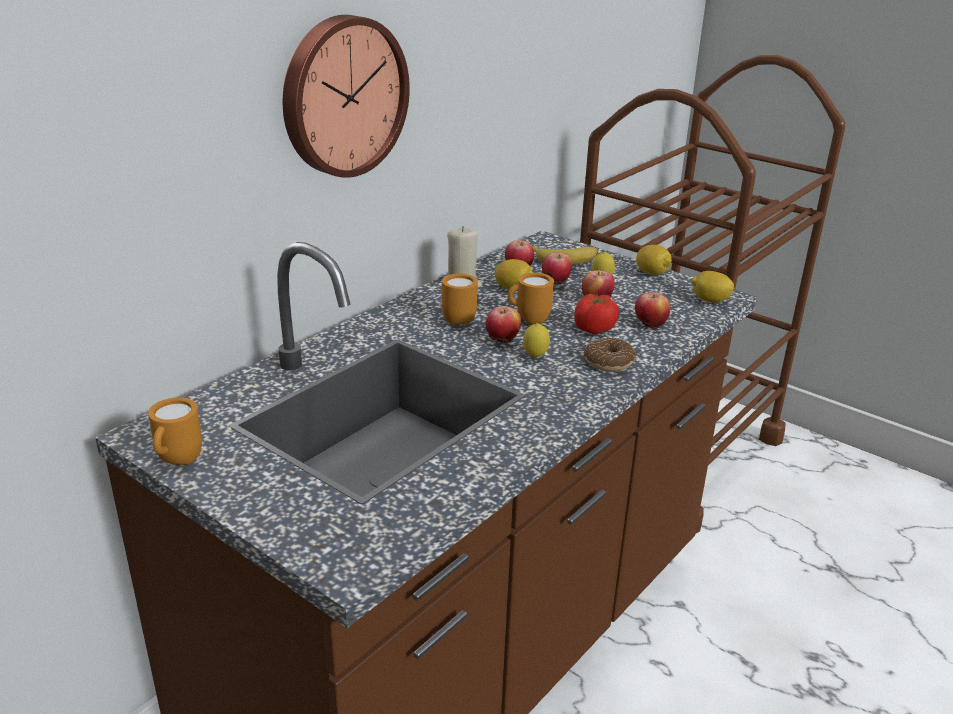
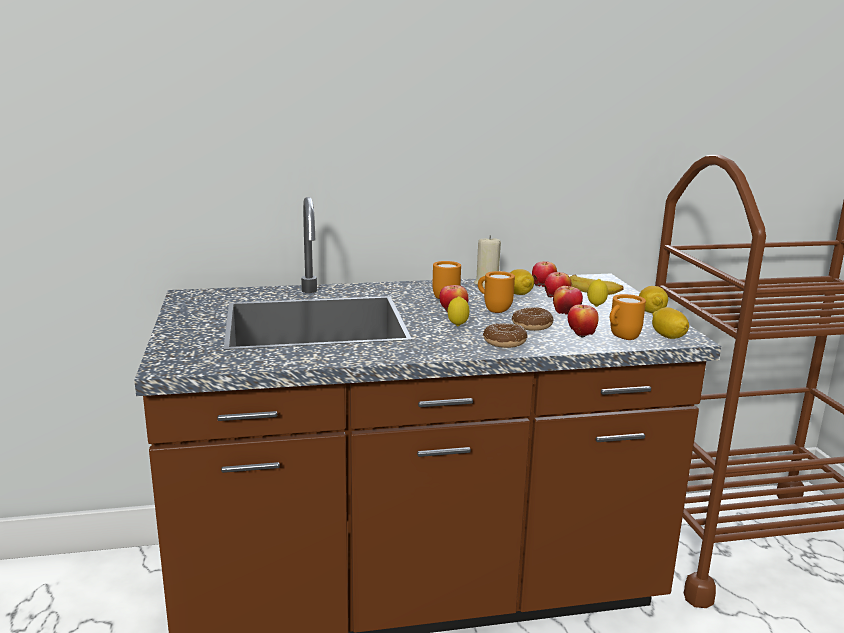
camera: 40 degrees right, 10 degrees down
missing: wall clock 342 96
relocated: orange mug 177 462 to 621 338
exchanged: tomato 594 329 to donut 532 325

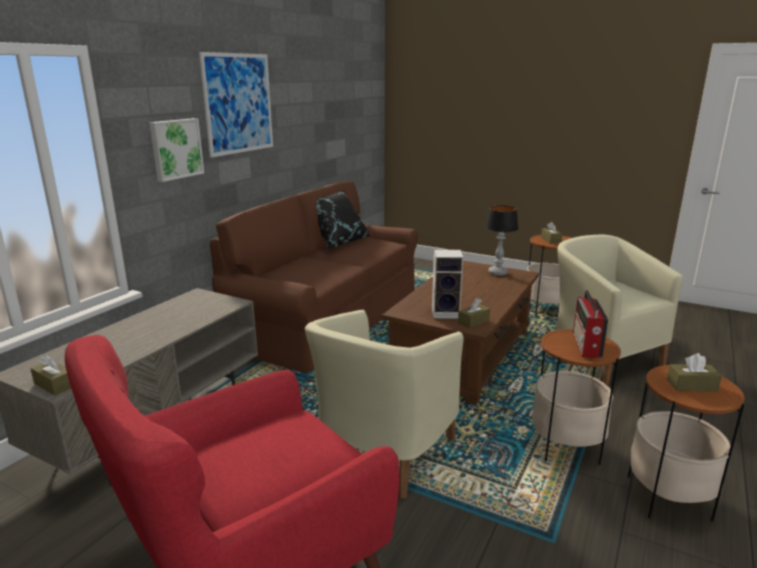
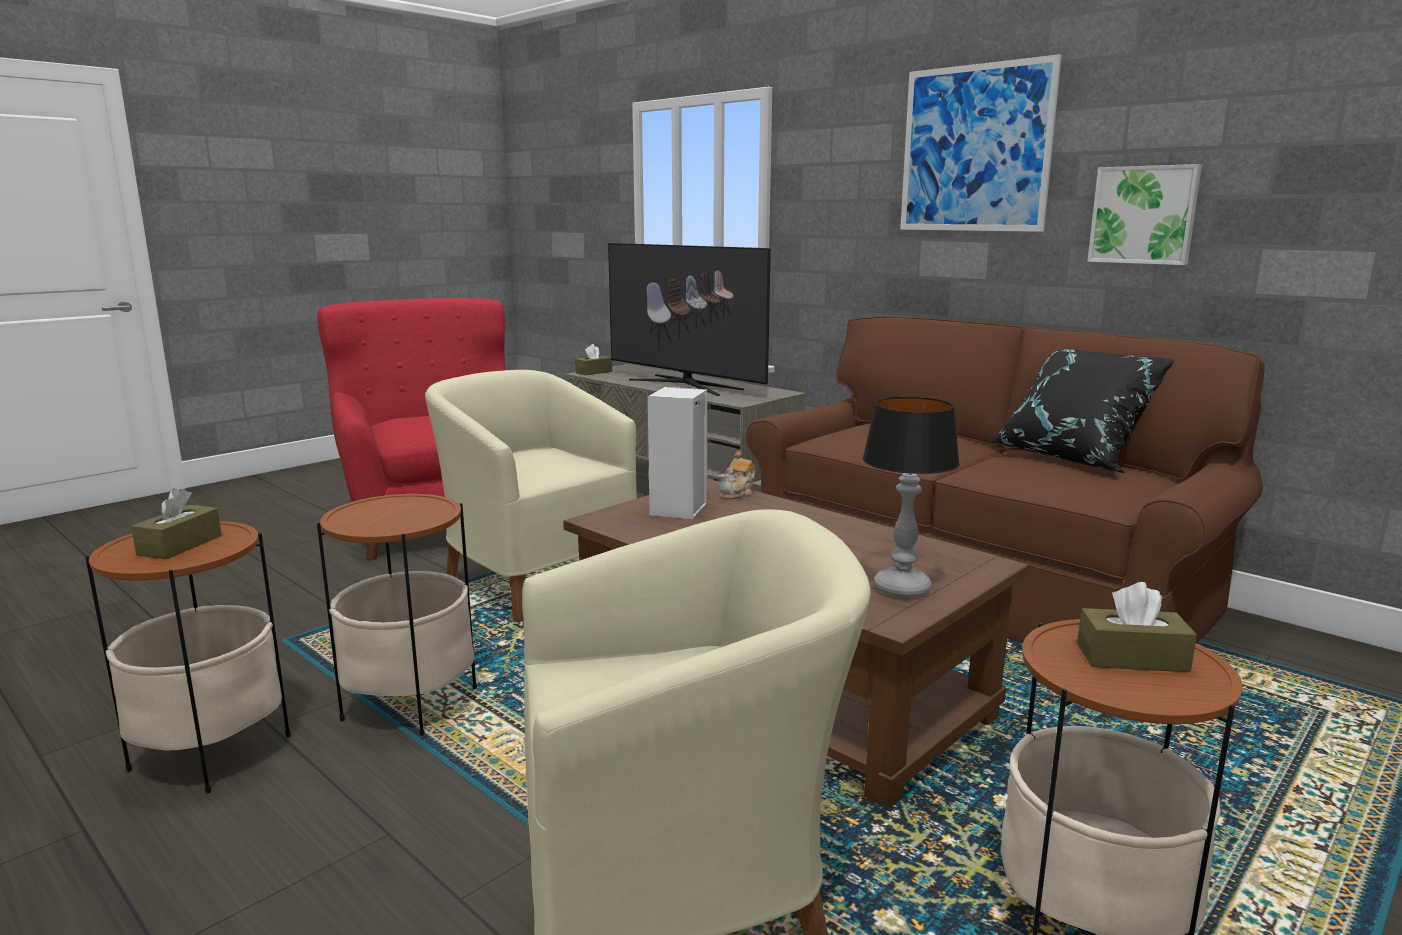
camera: 105 degrees right, 5 degrees down
missing: brown tissue box 473 321; radio 586 346
appeared: television 685 384; teapot 737 494
relocated: picture 176 149 to 1144 215

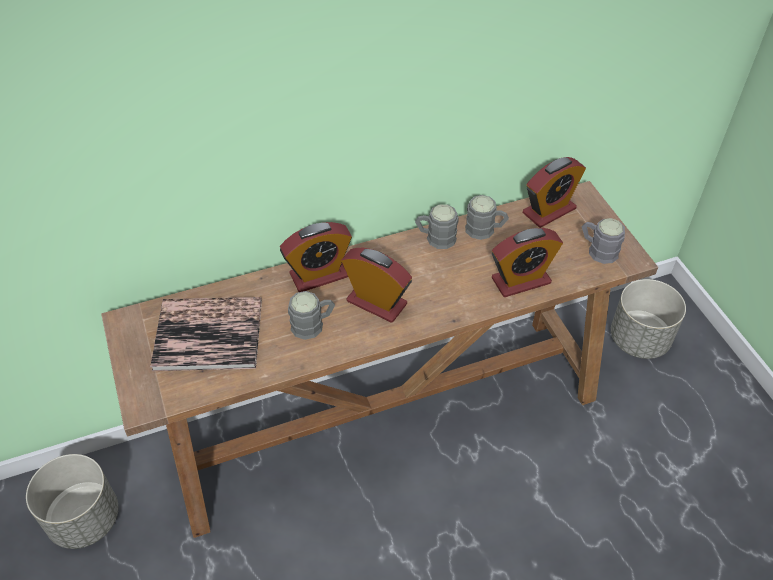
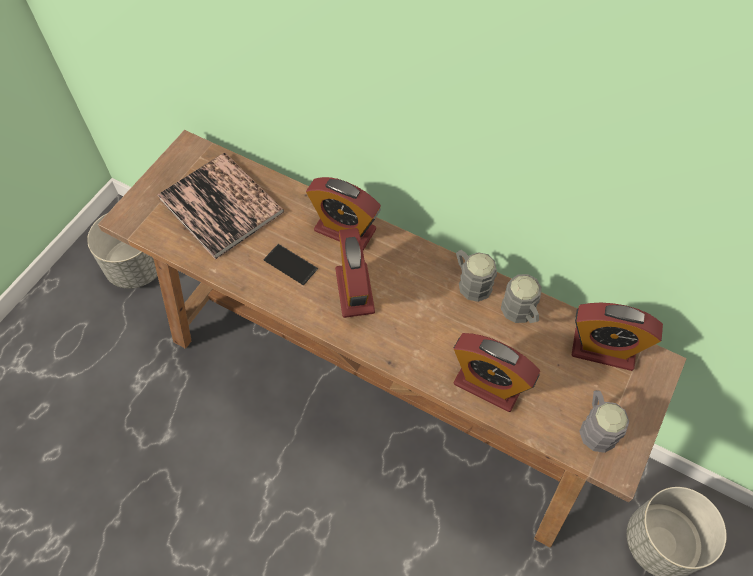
camera: 50 degrees right, 10 degrees up
exchanged: grey mug 313 325 to phone 290 264

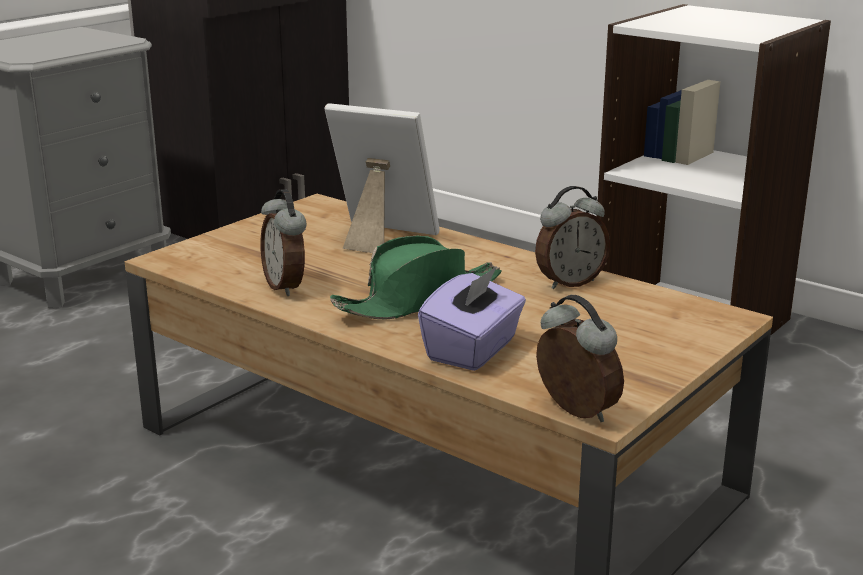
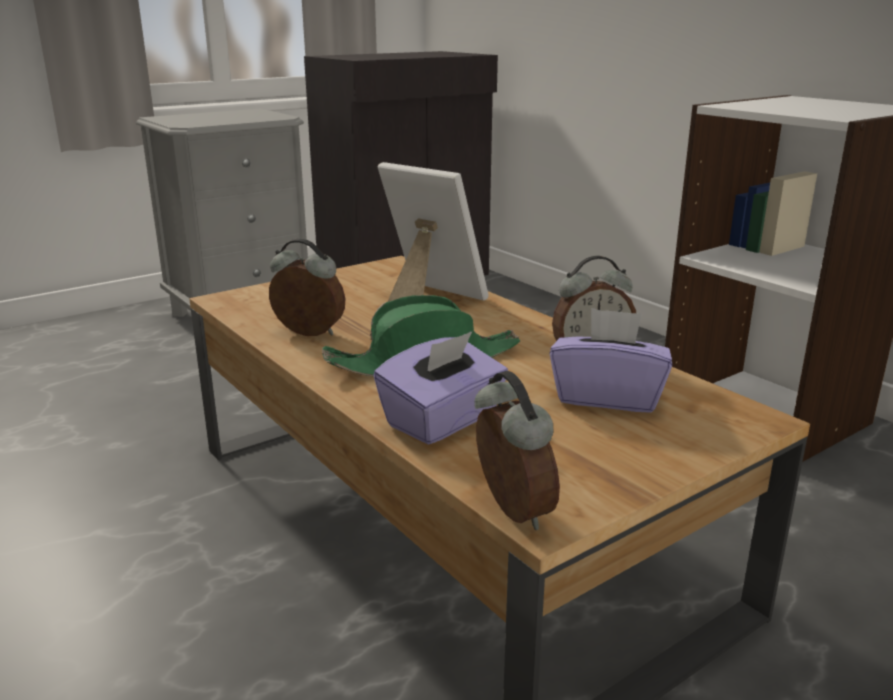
camera: 15 degrees right, 0 degrees up
appeared: purple tissue box 607 397
spun: alarm clock 286 286 = 308 334 120 degrees clockwise

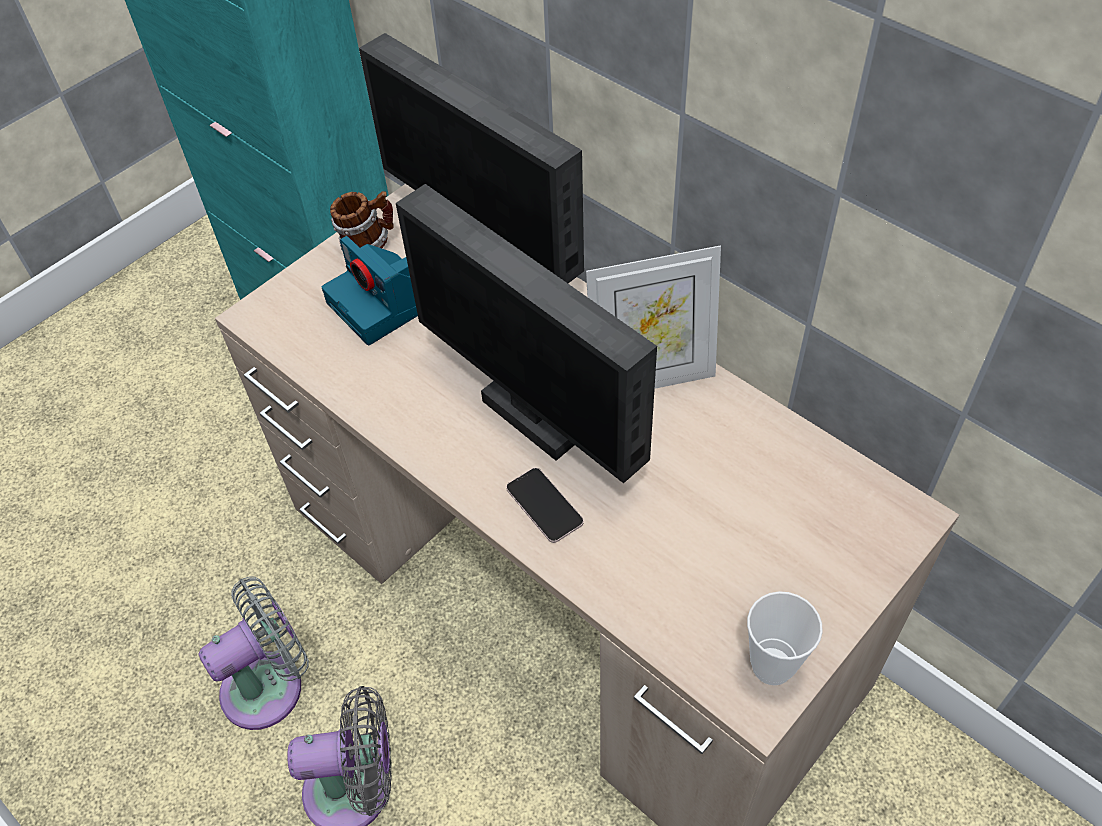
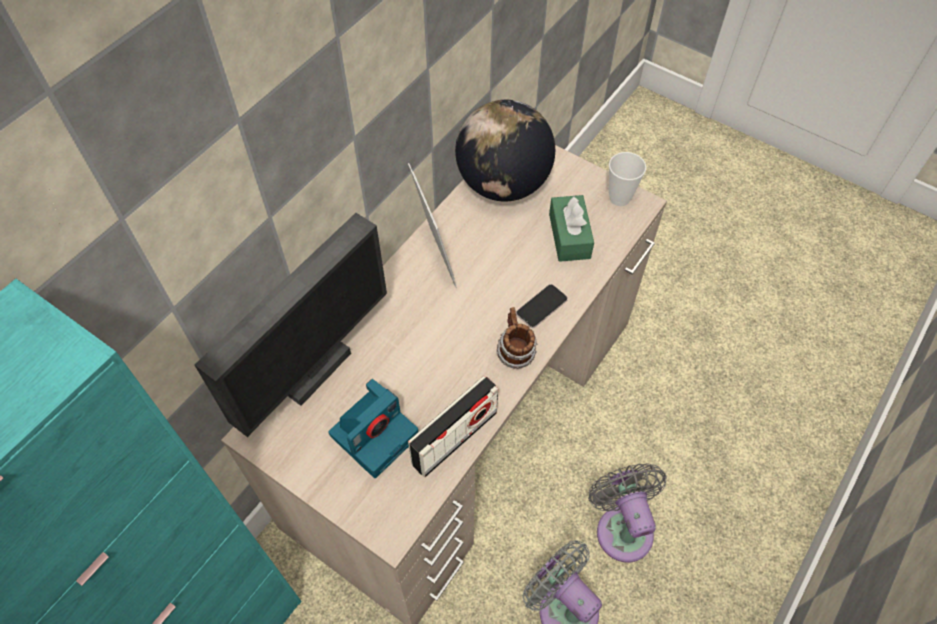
camera: 100 degrees left, 5 degrees up
missing: monitor 534 417
appeared: radio 454 438; globe 503 184; green tissue box 569 236
relocated: mug 368 244 to 514 352

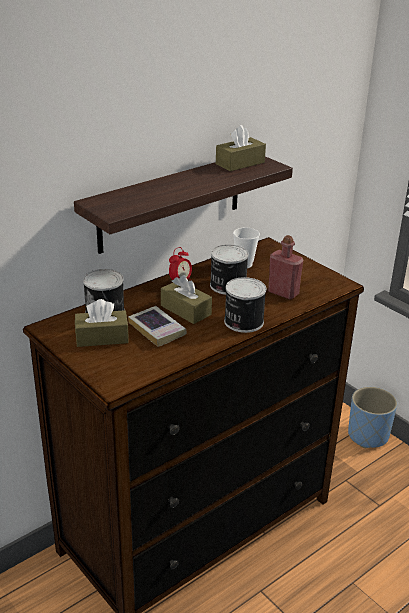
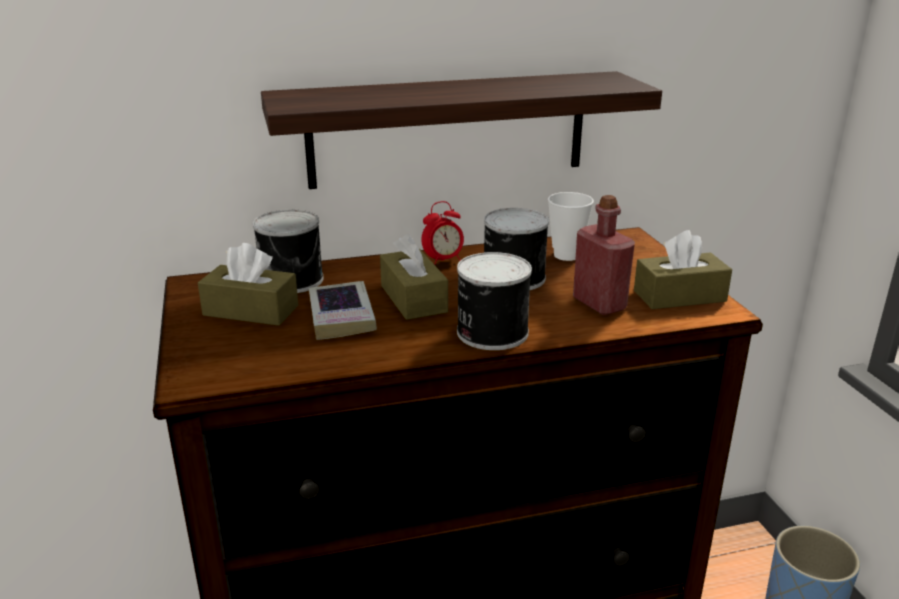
camera: 25 degrees right, 5 degrees down
relocated: brown tissue box 240 163 to 679 296

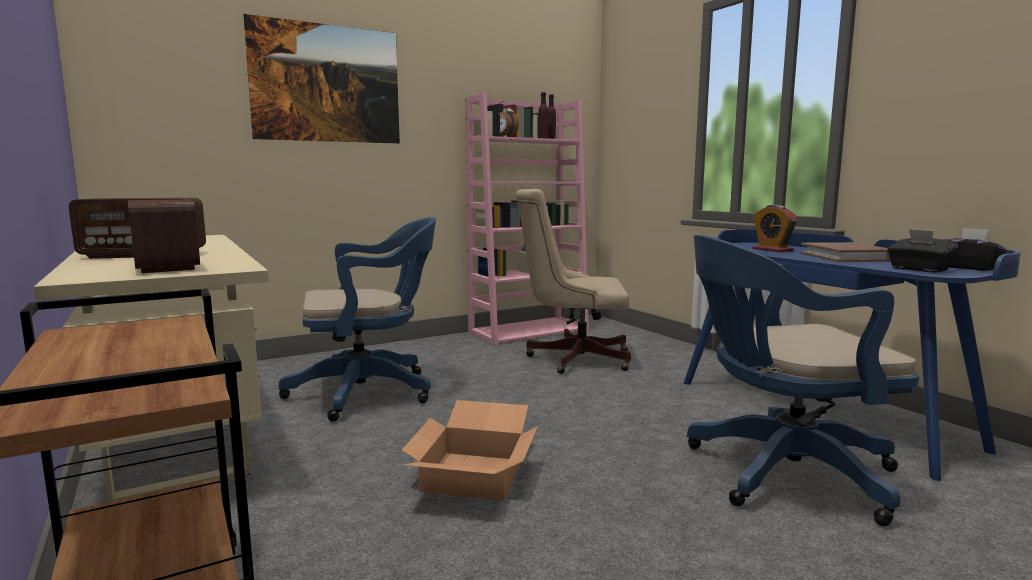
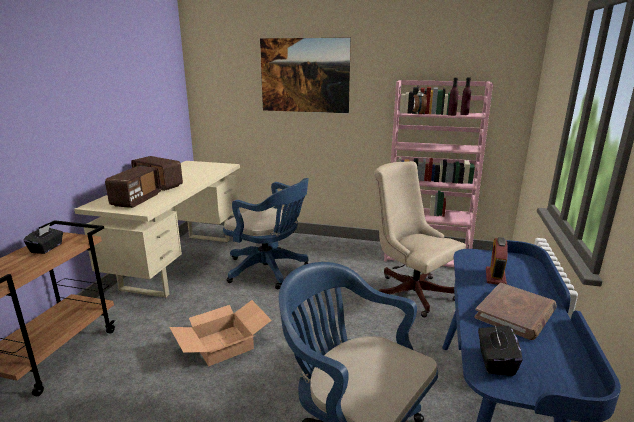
camera: 45 degrees right, 10 degrees up
relocated: black tissue box 968 268 to 47 248

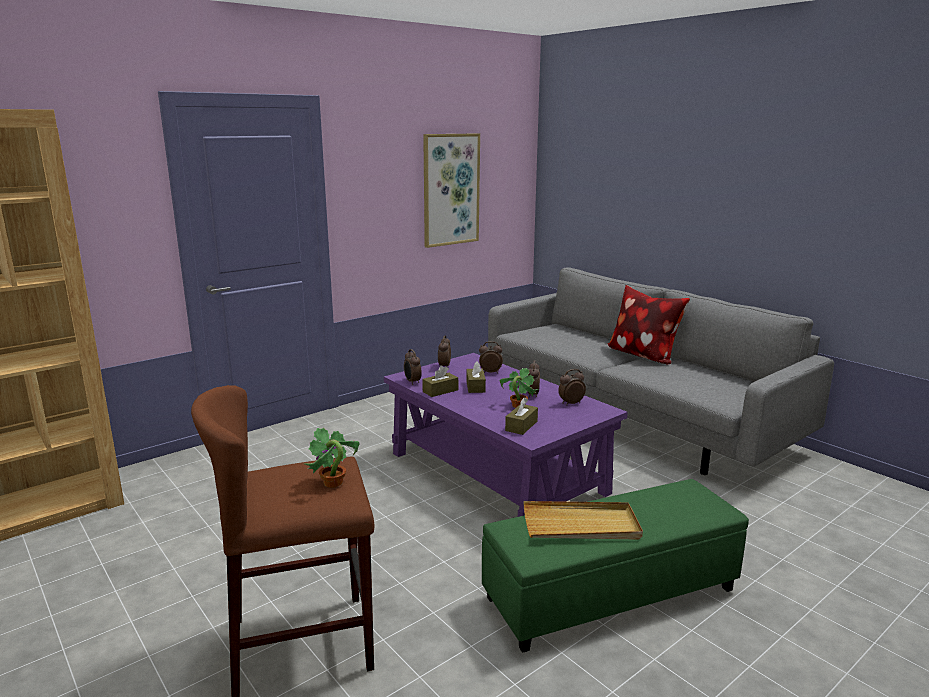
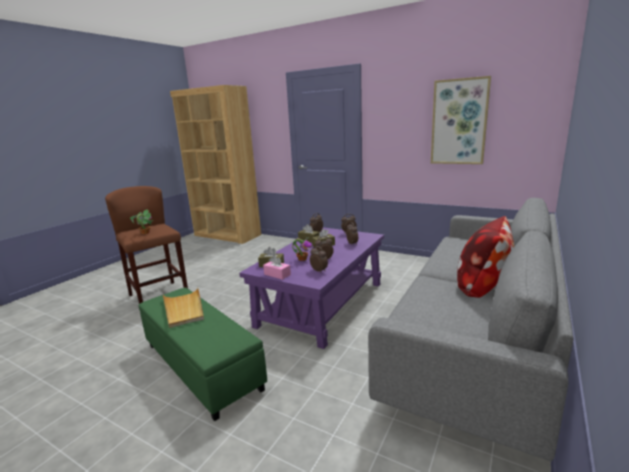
camera: 70 degrees right, 0 degrees up
appeared: pink tissue box 277 274

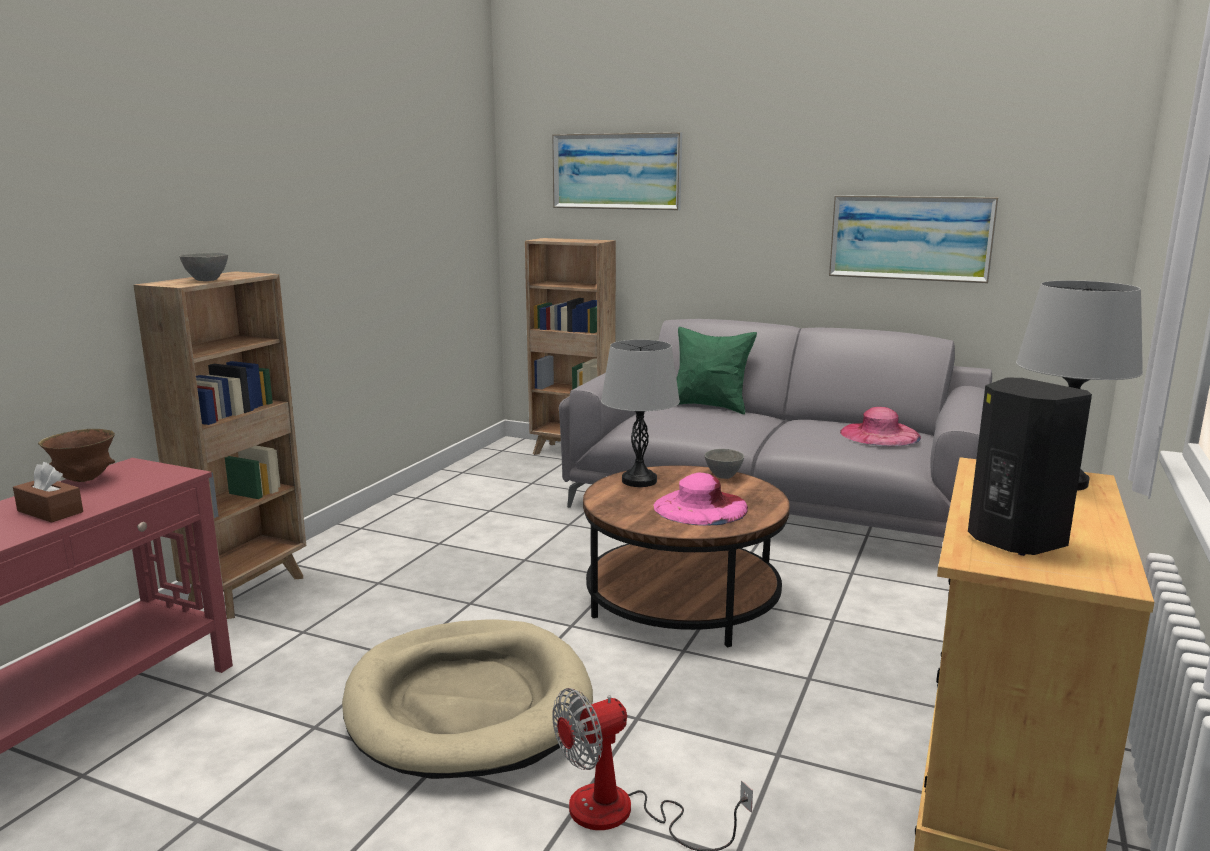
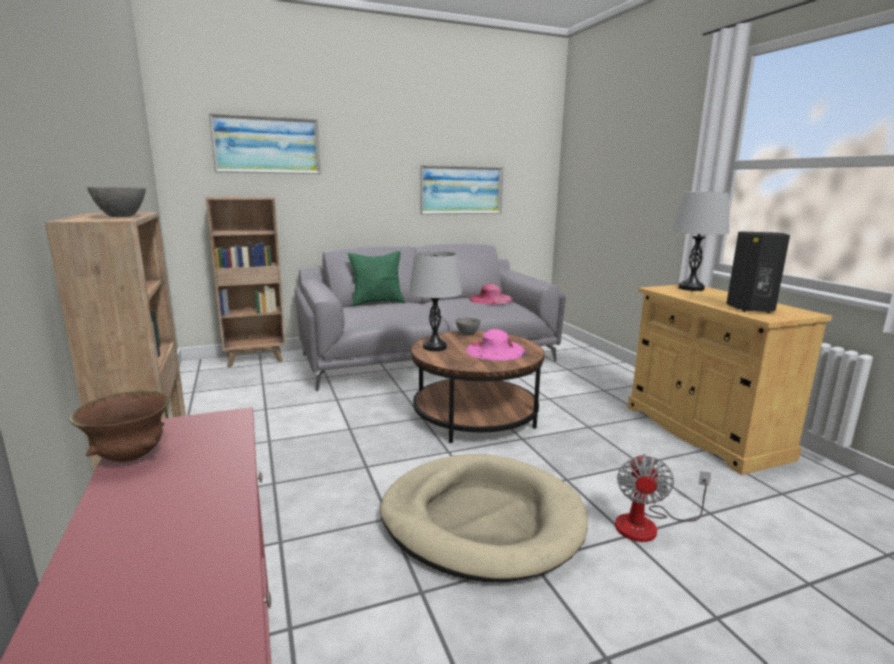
camera: 45 degrees left, 0 degrees up
missing: brown tissue box 50 511

